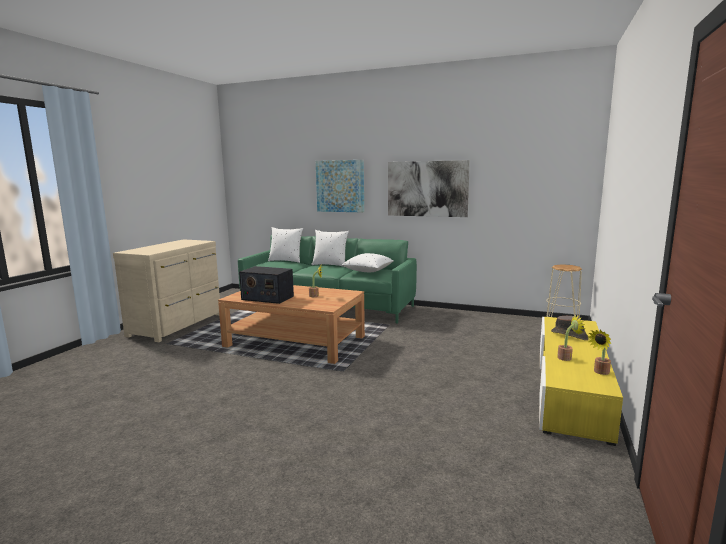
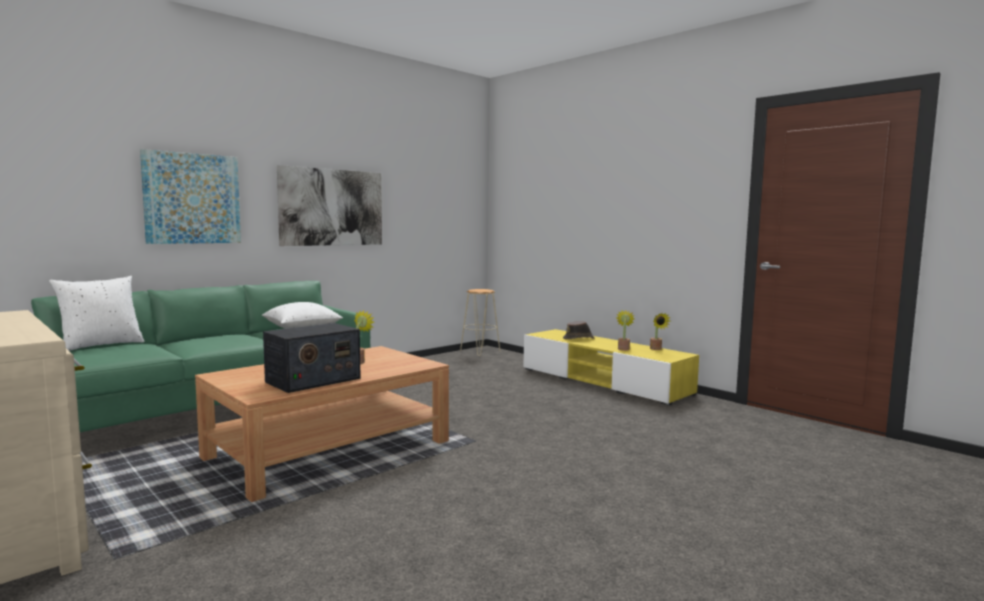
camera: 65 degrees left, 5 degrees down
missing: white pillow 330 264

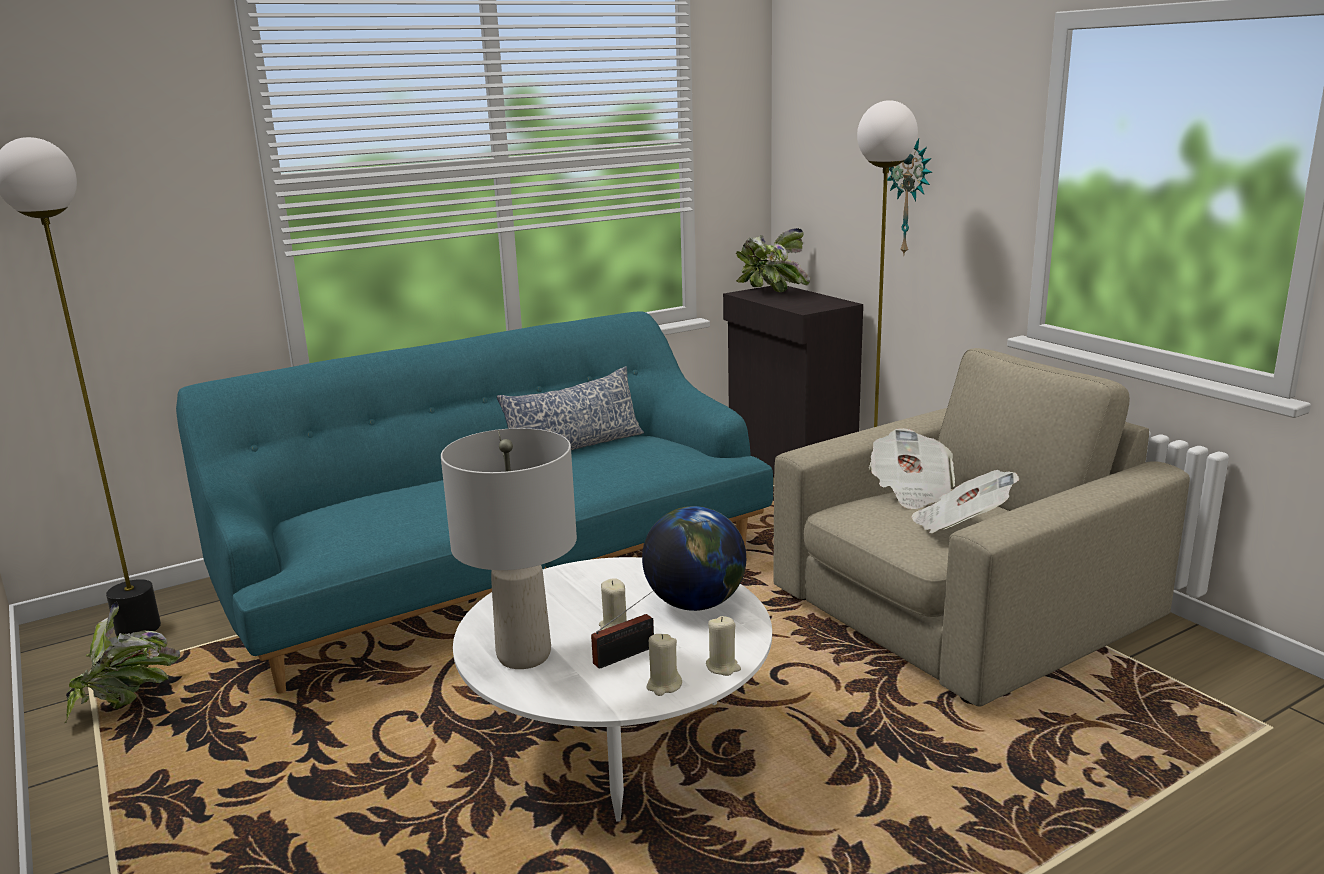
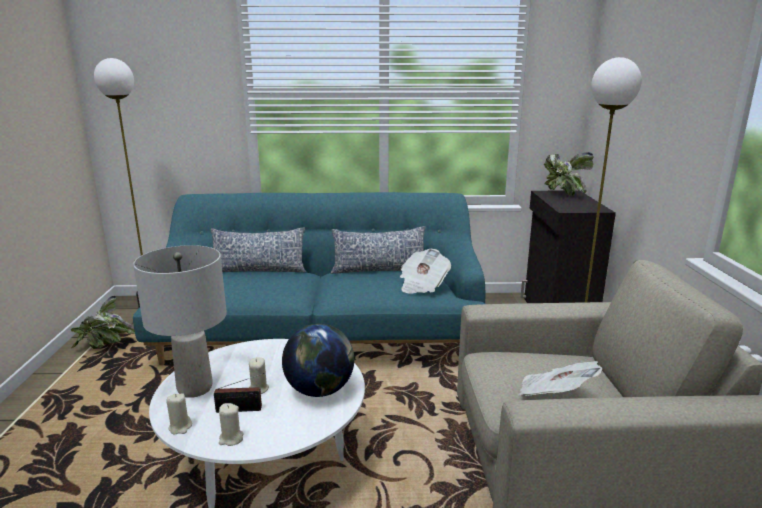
camera: 30 degrees right, 0 degrees up
missing: wall clock 910 196
appeared: pillow 258 270
relocated: beige candle 723 667 to 180 427; newspaper 911 491 to 422 285

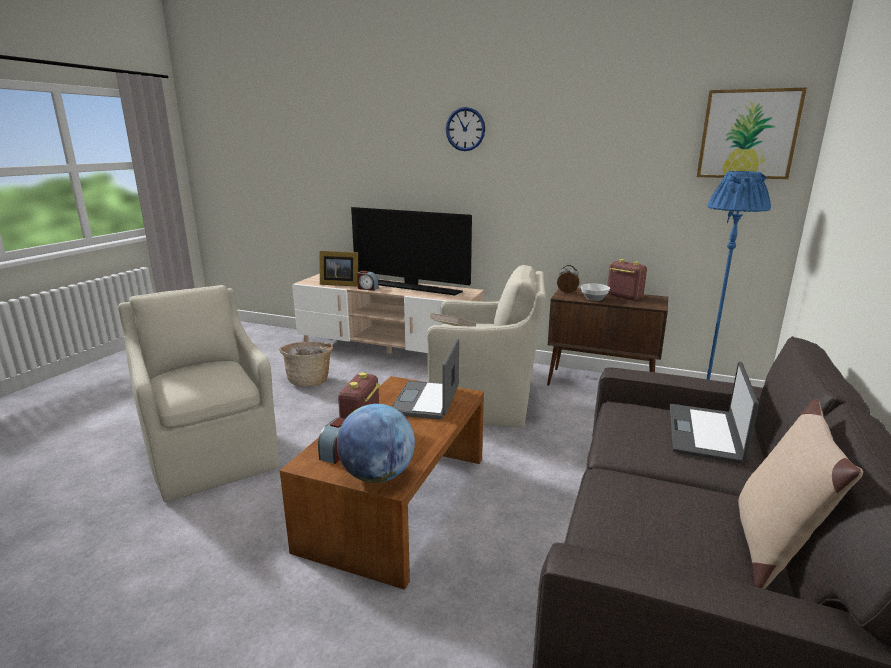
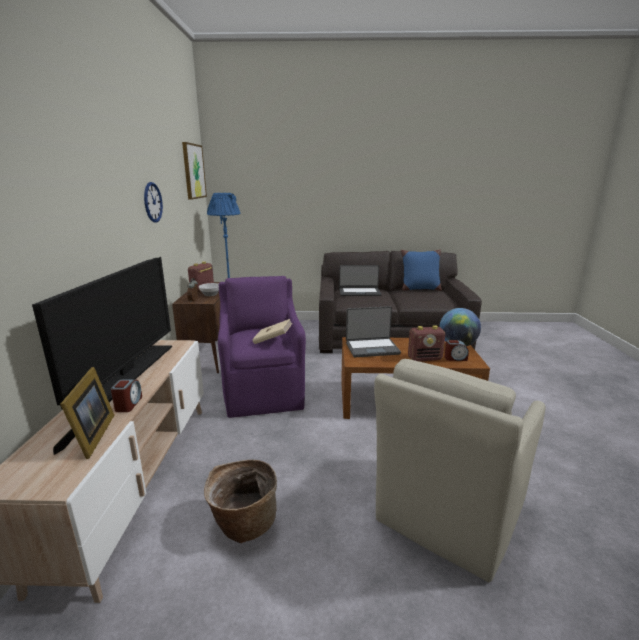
camera: 110 degrees left, 0 degrees up
relocated: wall clock 465 129 to 152 202
colour: beige armchair 484 405 to purple armchair 263 392; beige pillow 772 545 to blue pillow 419 289

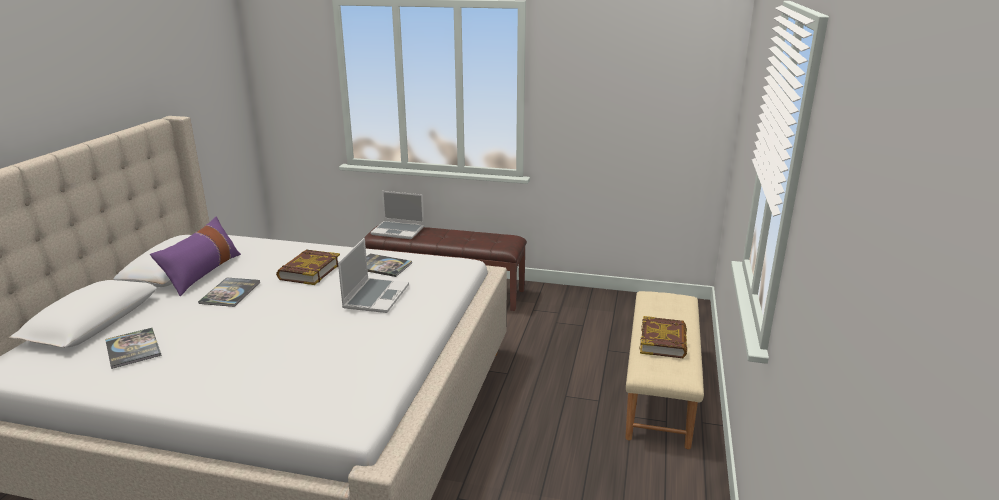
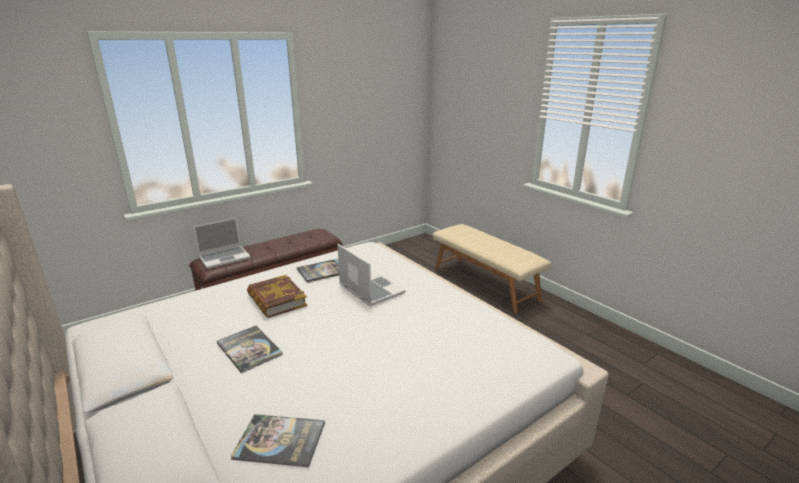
camera: 50 degrees left, 0 degrees up
missing: purple pillow 202 273; book 663 342

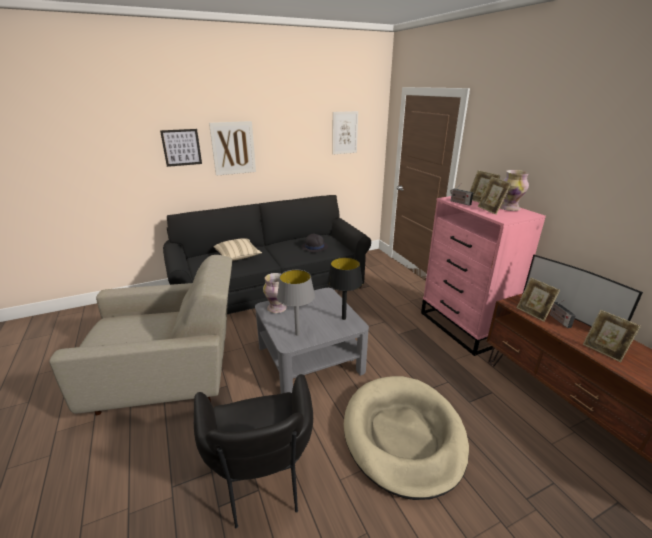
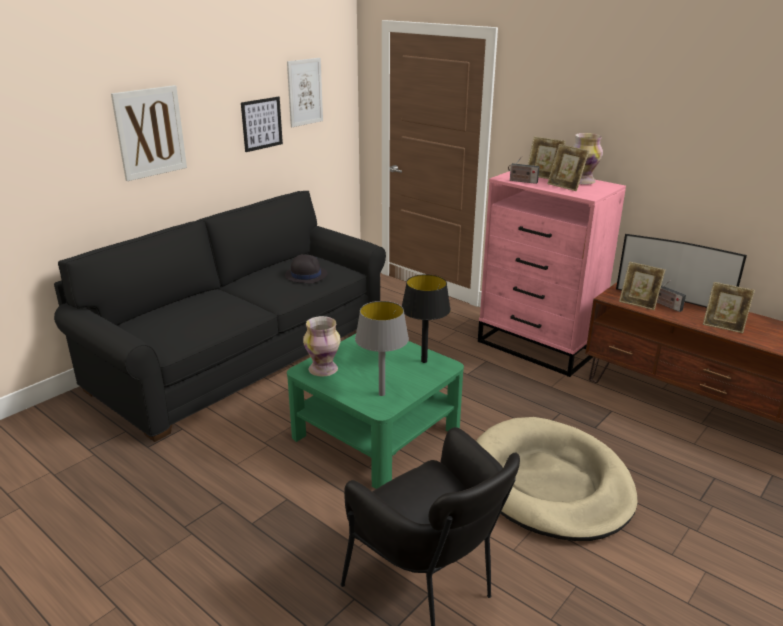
camera: 25 degrees left, 0 degrees up
missing: beige armchair 171 380; beige pillow 238 257
relocated: picture 181 147 to 261 124
colour: grey coffee table 310 358 to green coffee table 376 432

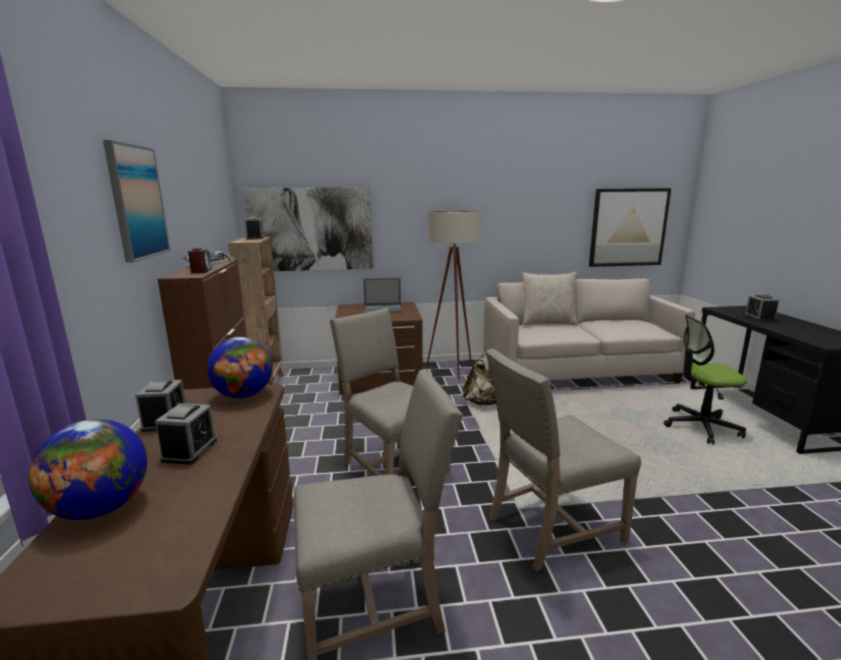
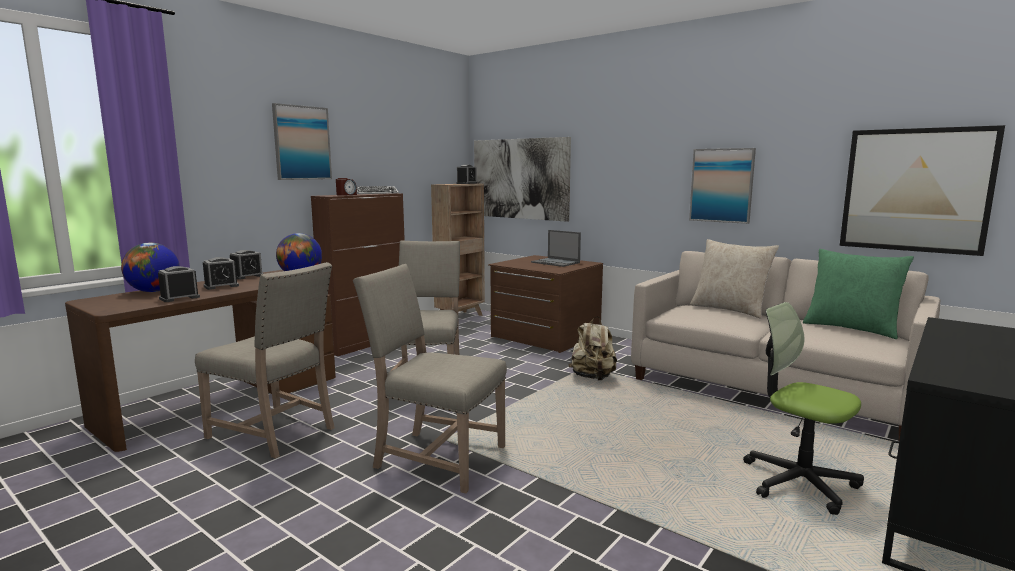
camera: 45 degrees right, 5 degrees down
missing: beige floor lamp 453 370
appeared: picture 721 185; green pillow 851 328
relocated: alarm clock 759 318 to 179 298

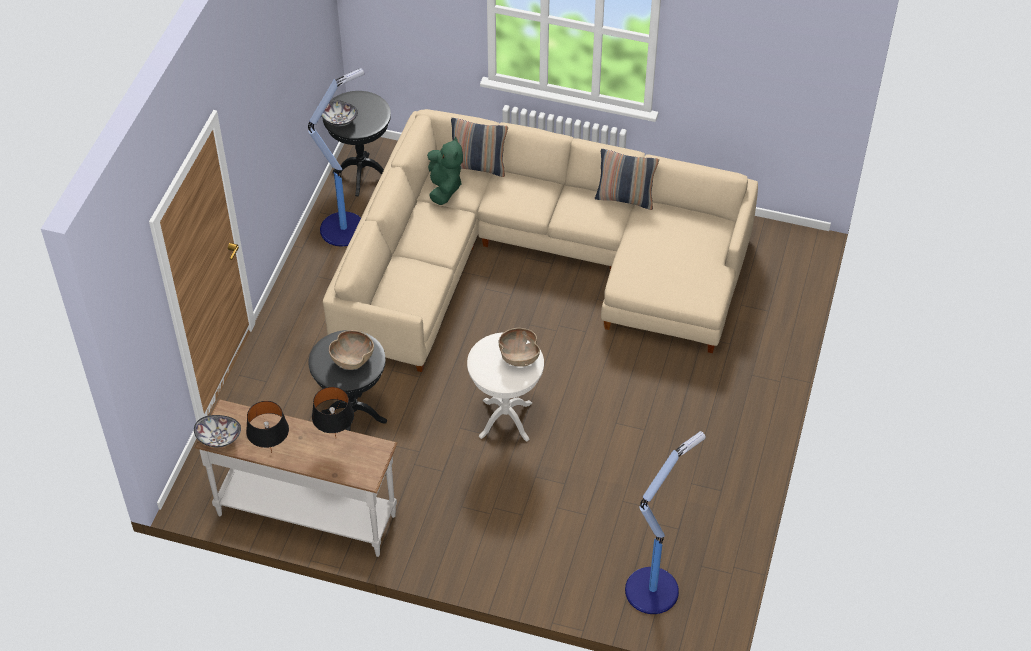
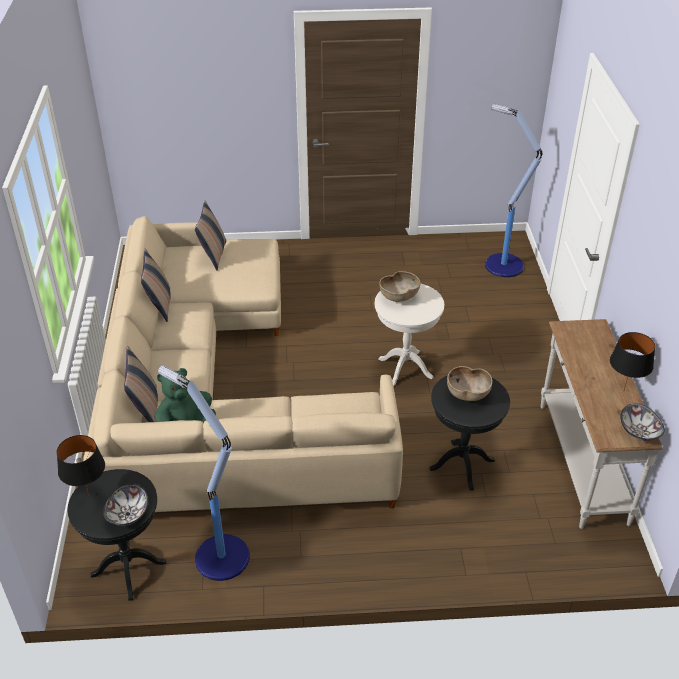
camera: 110 degrees left, 10 degrees down
appeared: pillow 213 255
relocated: black table lamp 336 438 to 88 495

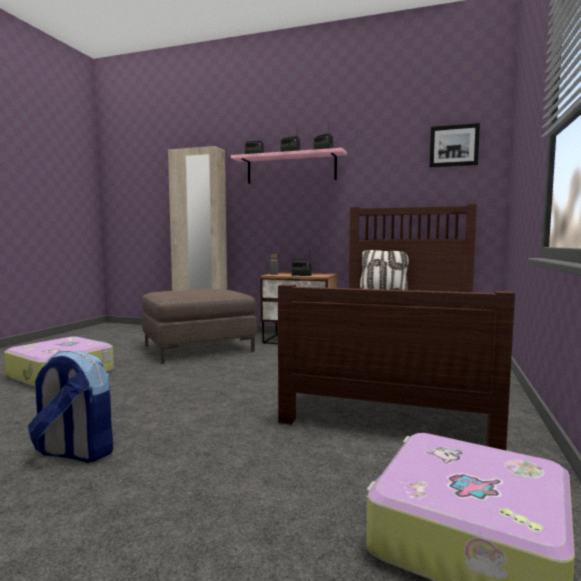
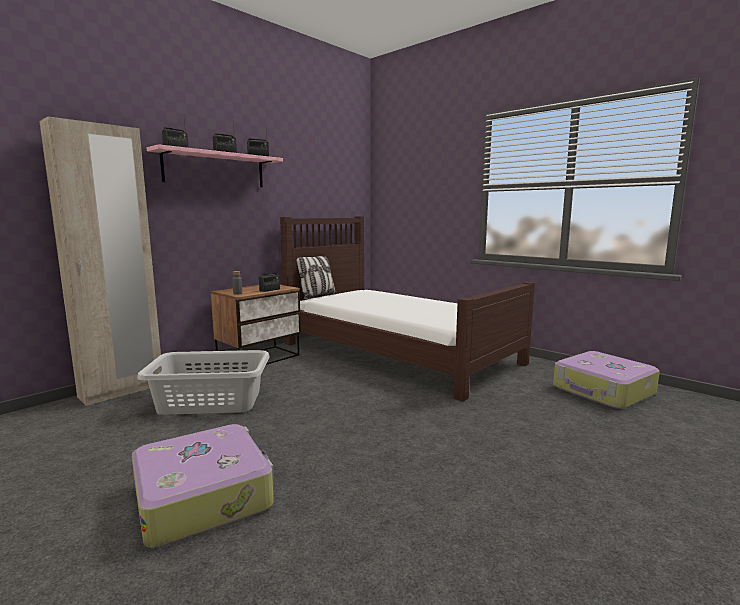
camera: 65 degrees left, 5 degrees up
missing: backpack 75 453; picture 454 146
exchanged: brown ottoman 198 348 to grey laundry basket 210 401

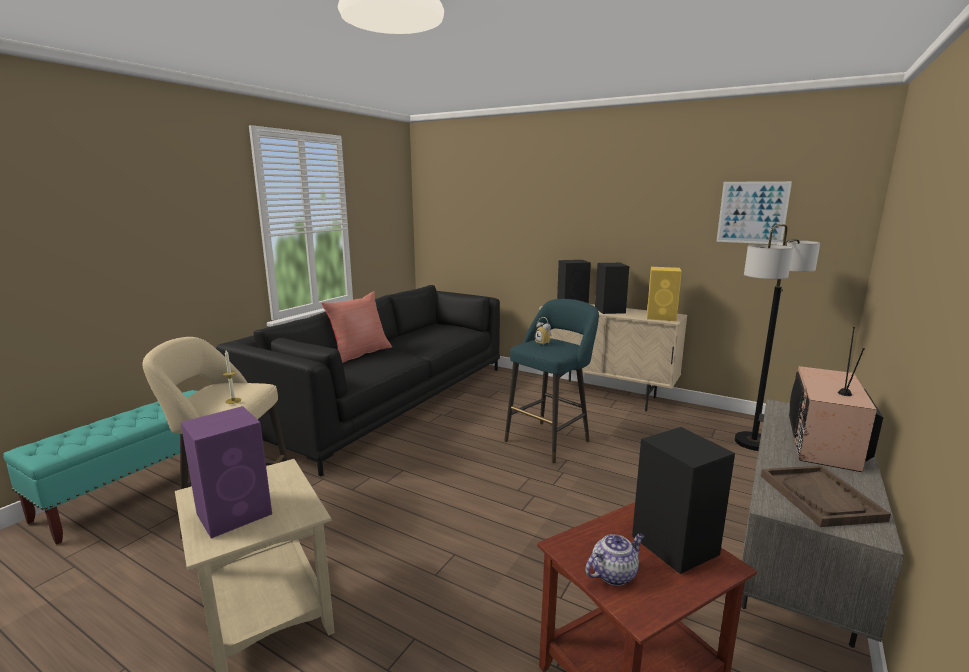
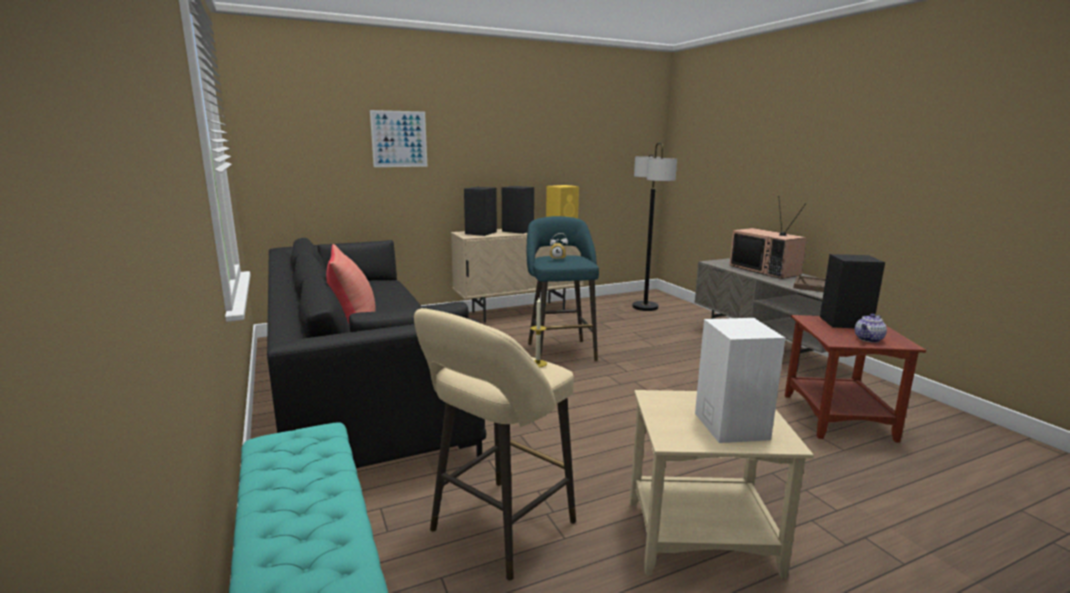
camera: 55 degrees left, 0 degrees up
relocated: picture 752 212 to 399 139
colour: purple speaker 236 513 to white speaker 730 425
spun: teapot 614 574 = 868 339 135 degrees counterclockwise

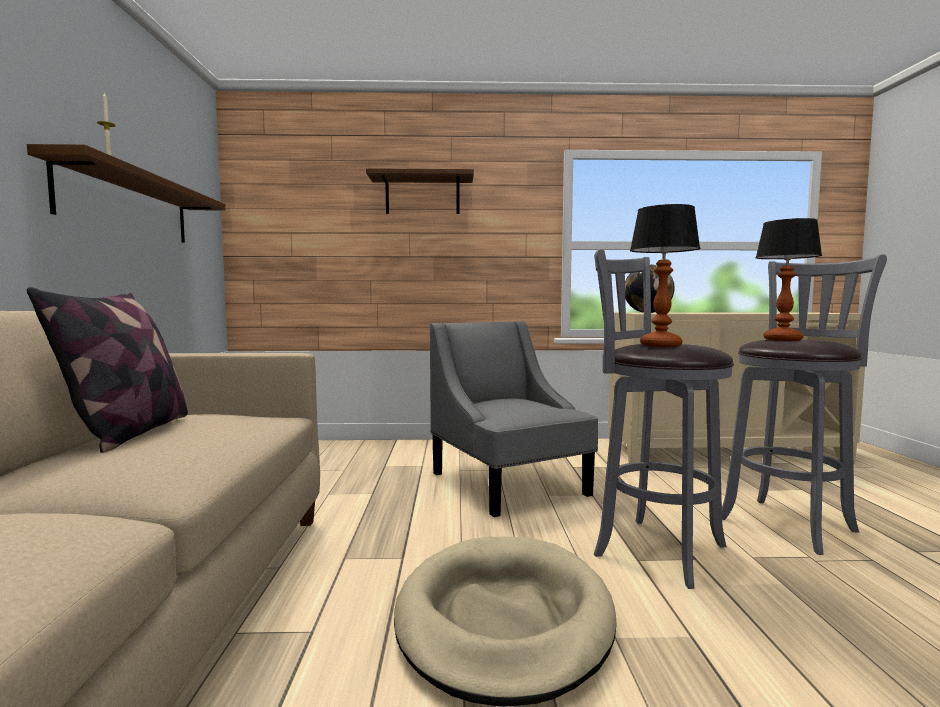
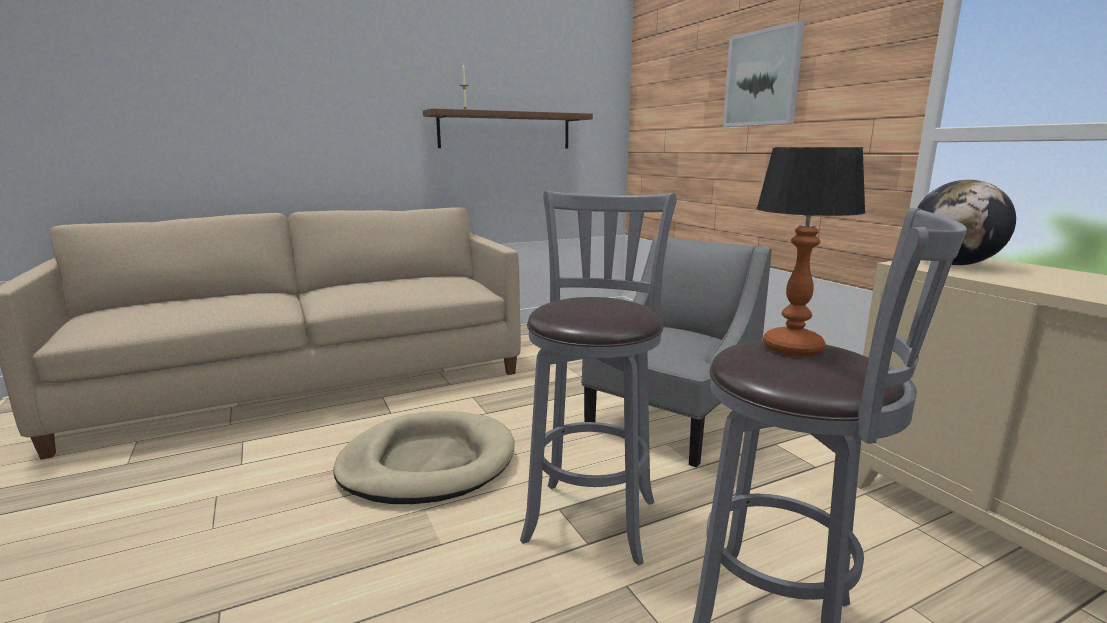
camera: 65 degrees right, 10 degrees up
missing: pillow 129 433; table lamp 661 346
exchanged: brown shelf 422 196 to picture 762 78

